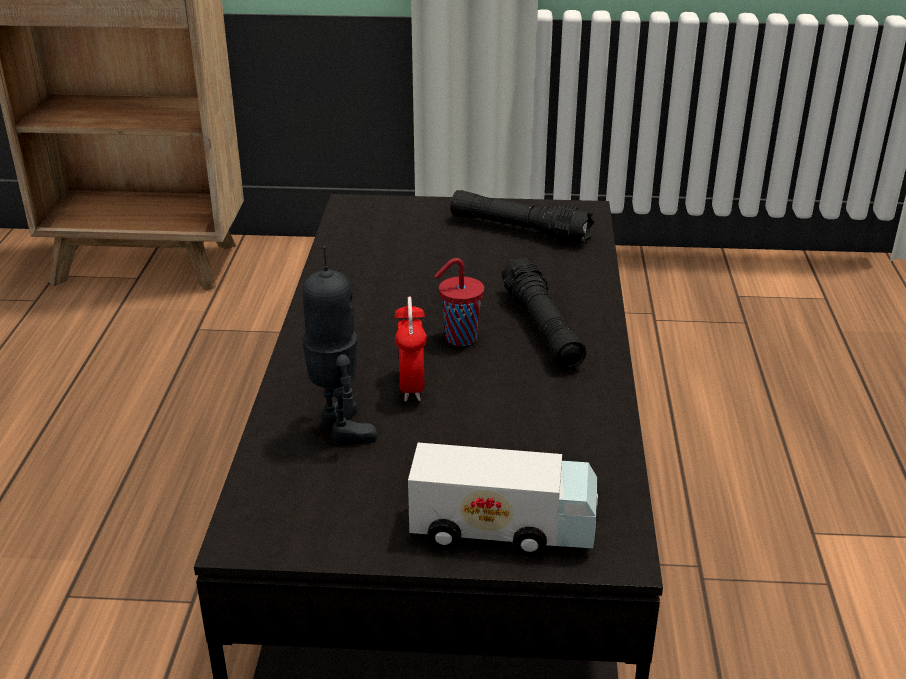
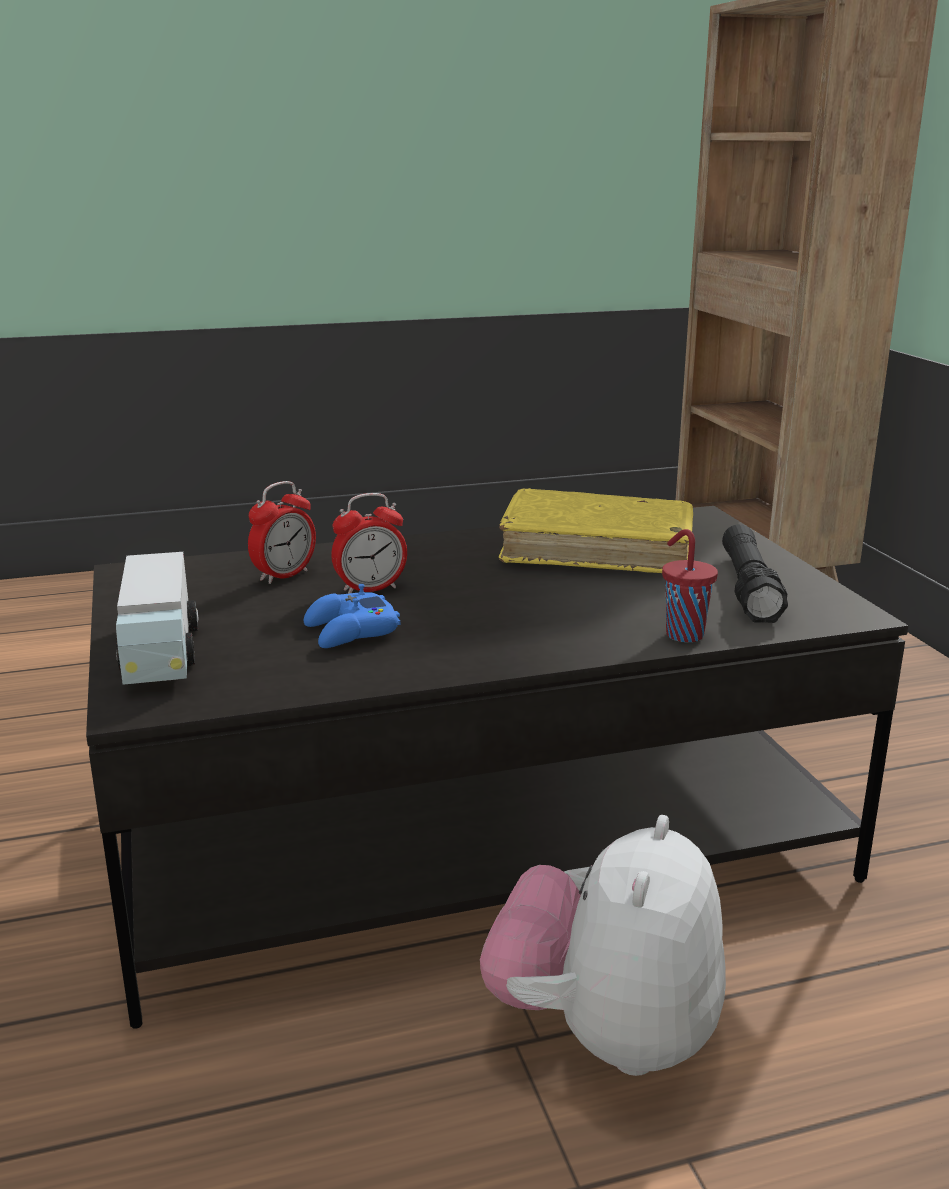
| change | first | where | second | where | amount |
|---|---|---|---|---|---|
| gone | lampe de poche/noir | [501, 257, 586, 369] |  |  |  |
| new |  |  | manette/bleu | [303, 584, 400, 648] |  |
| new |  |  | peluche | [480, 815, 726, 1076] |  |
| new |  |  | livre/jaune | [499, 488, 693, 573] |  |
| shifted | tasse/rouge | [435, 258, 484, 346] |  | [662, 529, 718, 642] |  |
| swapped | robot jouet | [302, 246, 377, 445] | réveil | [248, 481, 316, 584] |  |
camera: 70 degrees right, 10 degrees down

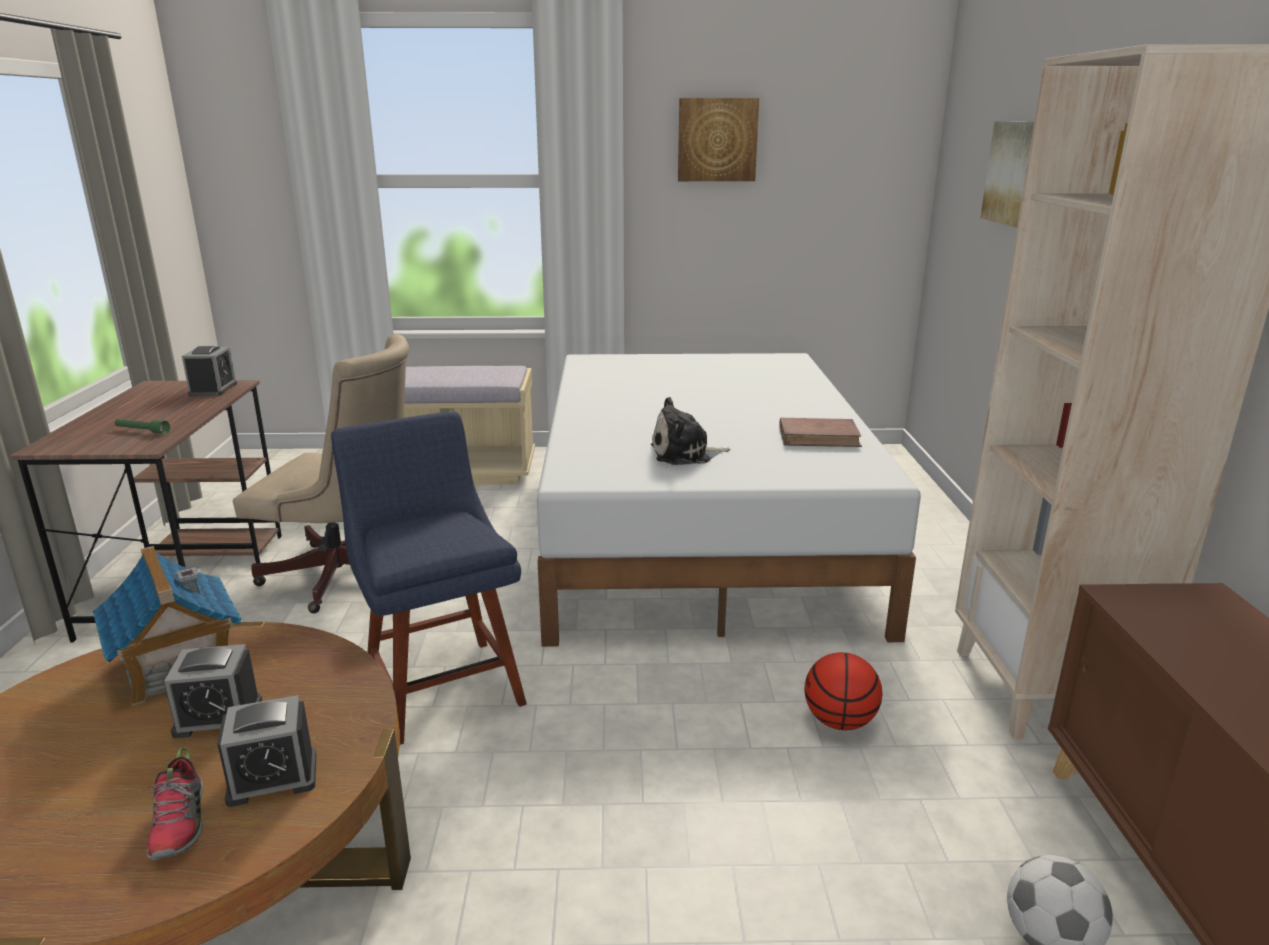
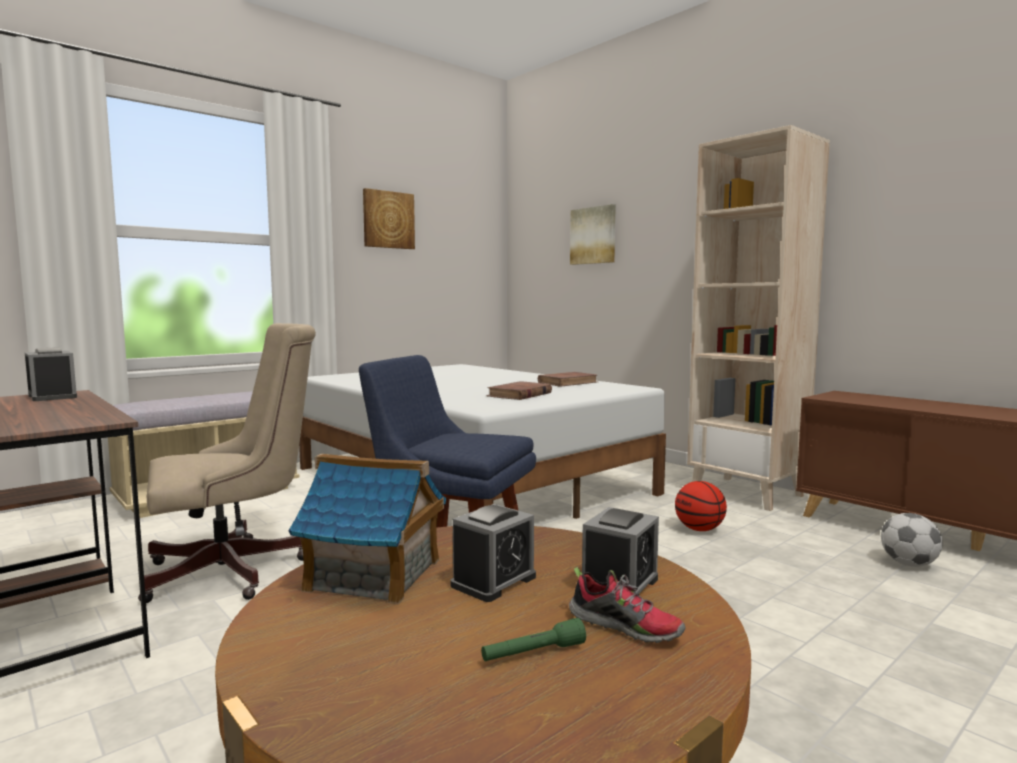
| change | first | where | second | where | amount |
|---|---|---|---|---|---|
| shifted | lampe de poche/vert | [115, 419, 170, 434] |  | [481, 618, 586, 661] |  |
| swapped | peluche | [651, 397, 730, 465] | livre/marron | [486, 381, 552, 400] |  |
camera: 40 degrees left, 15 degrees down

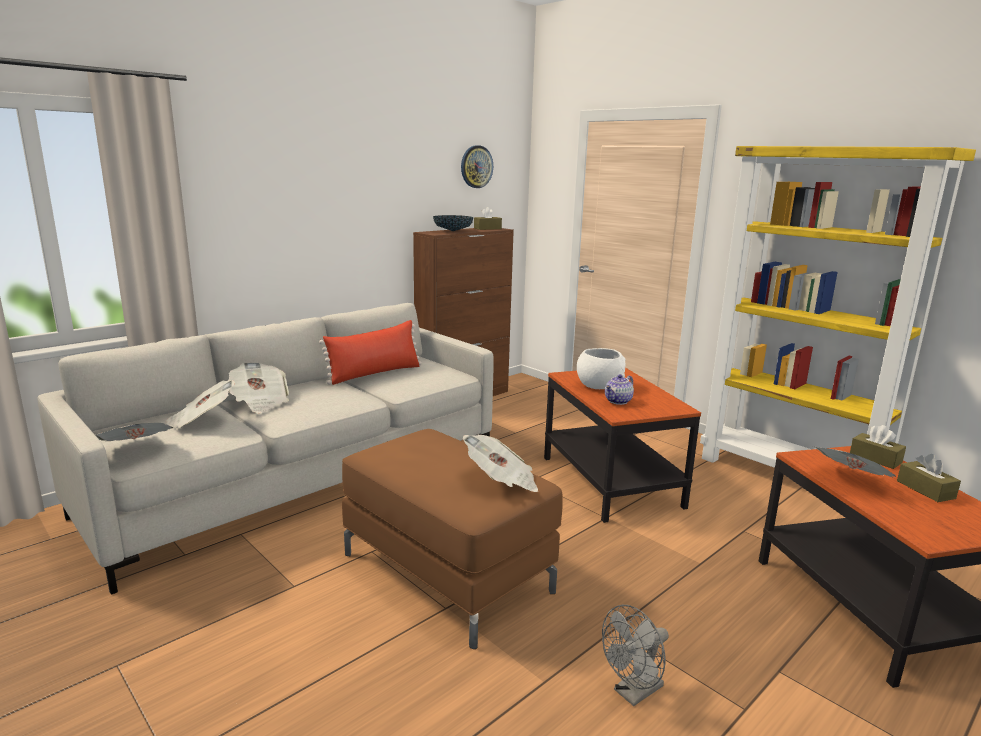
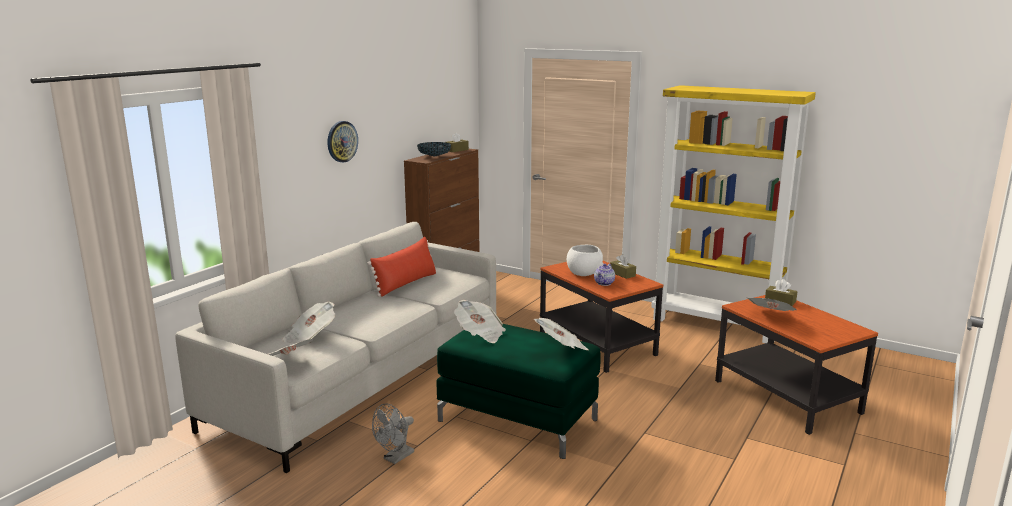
| change | first | where | second | where | amount |
|---|---|---|---|---|---|
| shifted | journal | [228, 363, 289, 413] |  | [454, 300, 506, 343] |  |
| shifted | horloge murale | [461, 145, 493, 188] |  | [327, 121, 358, 162] |  |
| shifted | ventilateur/gris | [602, 605, 669, 706] |  | [372, 403, 414, 464] |  |
| shifted | boîte à mouchoirs/marron | [897, 454, 961, 502] |  | [610, 254, 636, 279] |  |
| repainted | pouf/marron | [342, 429, 563, 649] | pouf/vert | [437, 324, 601, 459] |  |
camera: 15 degrees left, 0 degrees up

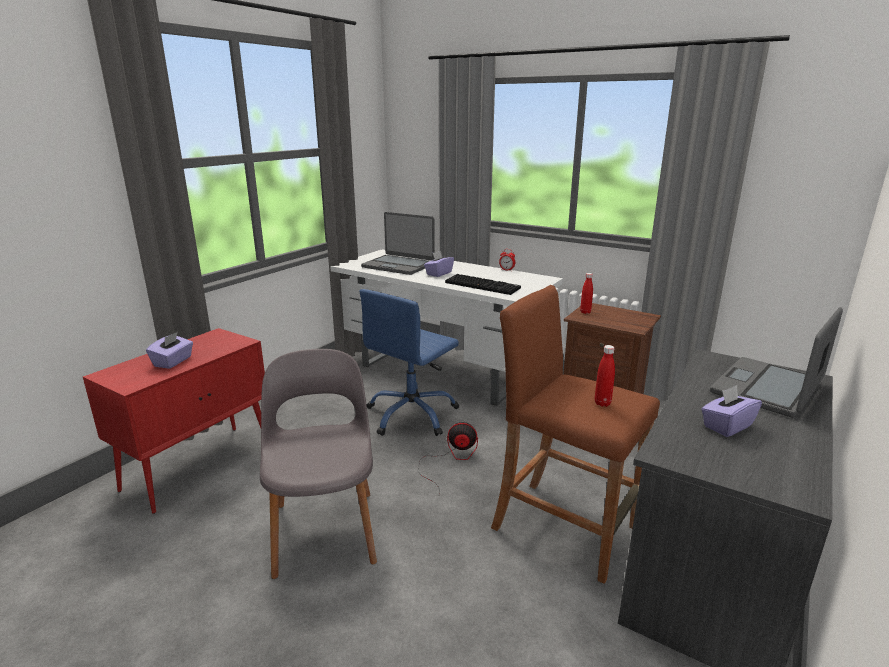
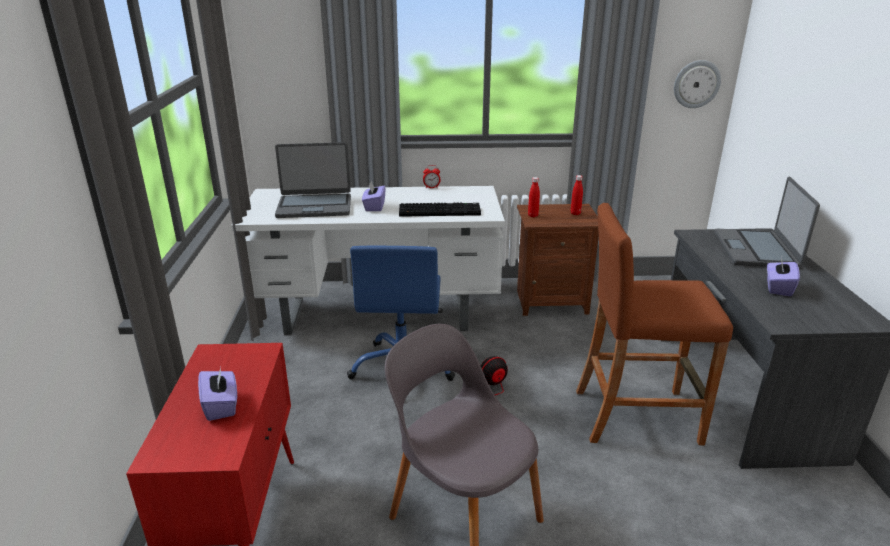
| change | first | where | second | where | amount |
|---|---|---|---|---|---|
| new |  |  | horloge murale | [674, 60, 721, 108] |  |
| shifted | bouteille/rouge | [595, 345, 615, 407] |  | [571, 175, 583, 215] |  |
camera: 35 degrees left, 5 degrees up

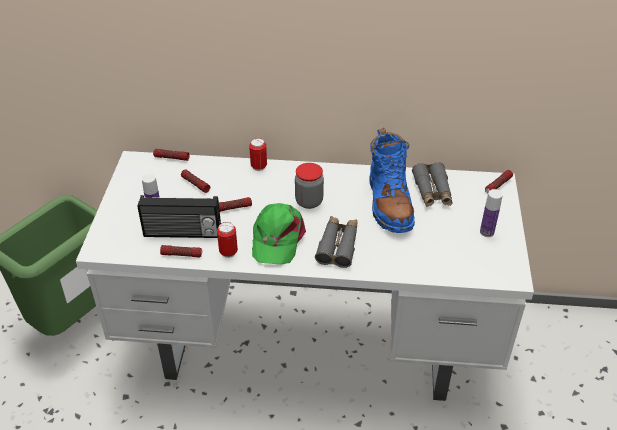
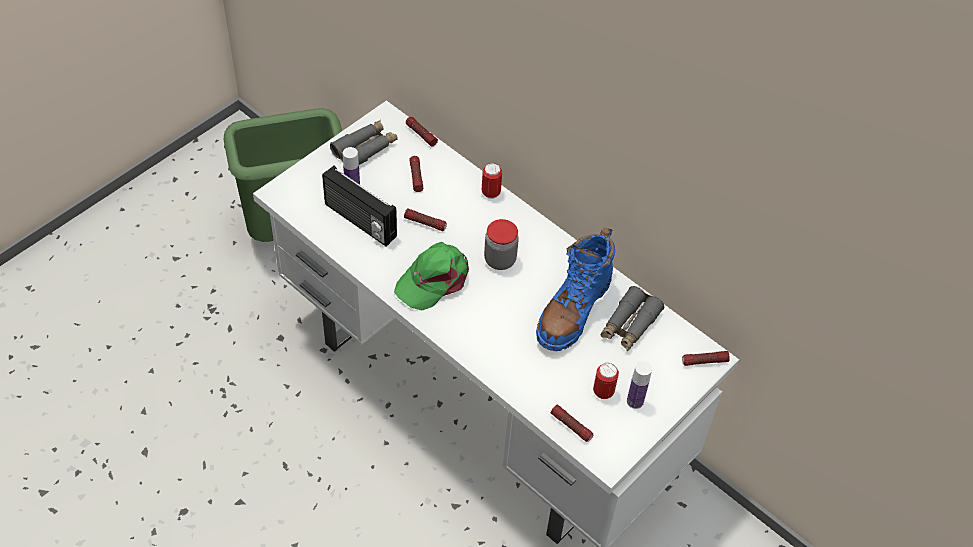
| change | first | where | second | where | amount |
|---|---|---|---|---|---|
| shifted | lampe de poche | [160, 245, 202, 258] |  | [551, 404, 593, 442] |  |
| shifted | boîte métallique | [217, 222, 238, 258] |  | [593, 363, 619, 399] |  |
| shifted | jumelles/gris | [315, 216, 358, 268] |  | [330, 120, 398, 165] |  |
camera: 35 degrees right, 10 degrees up

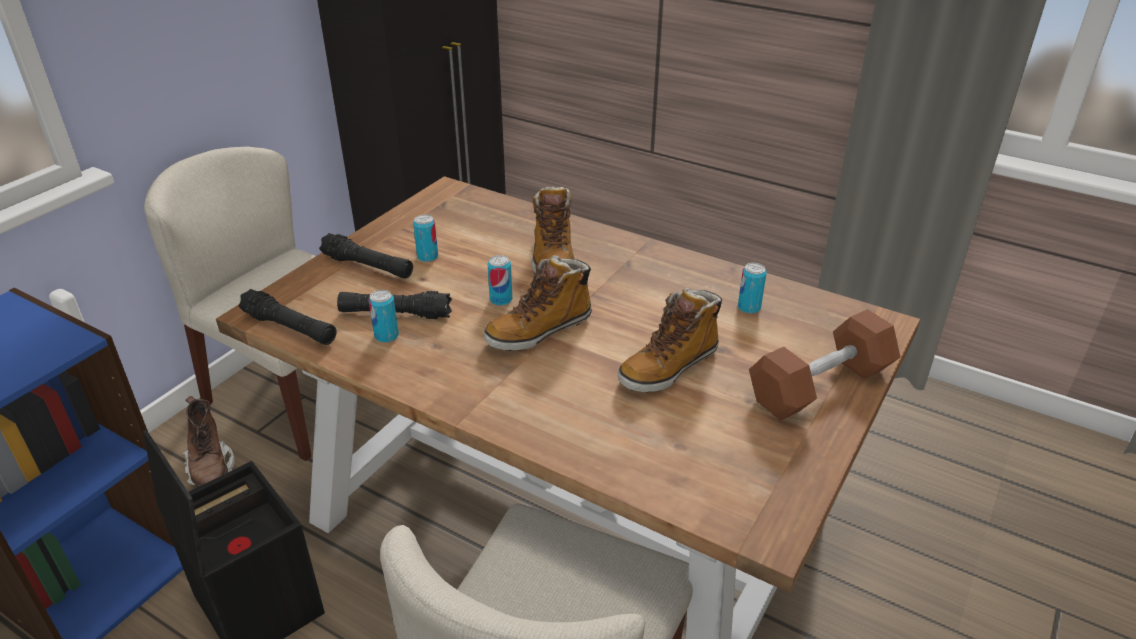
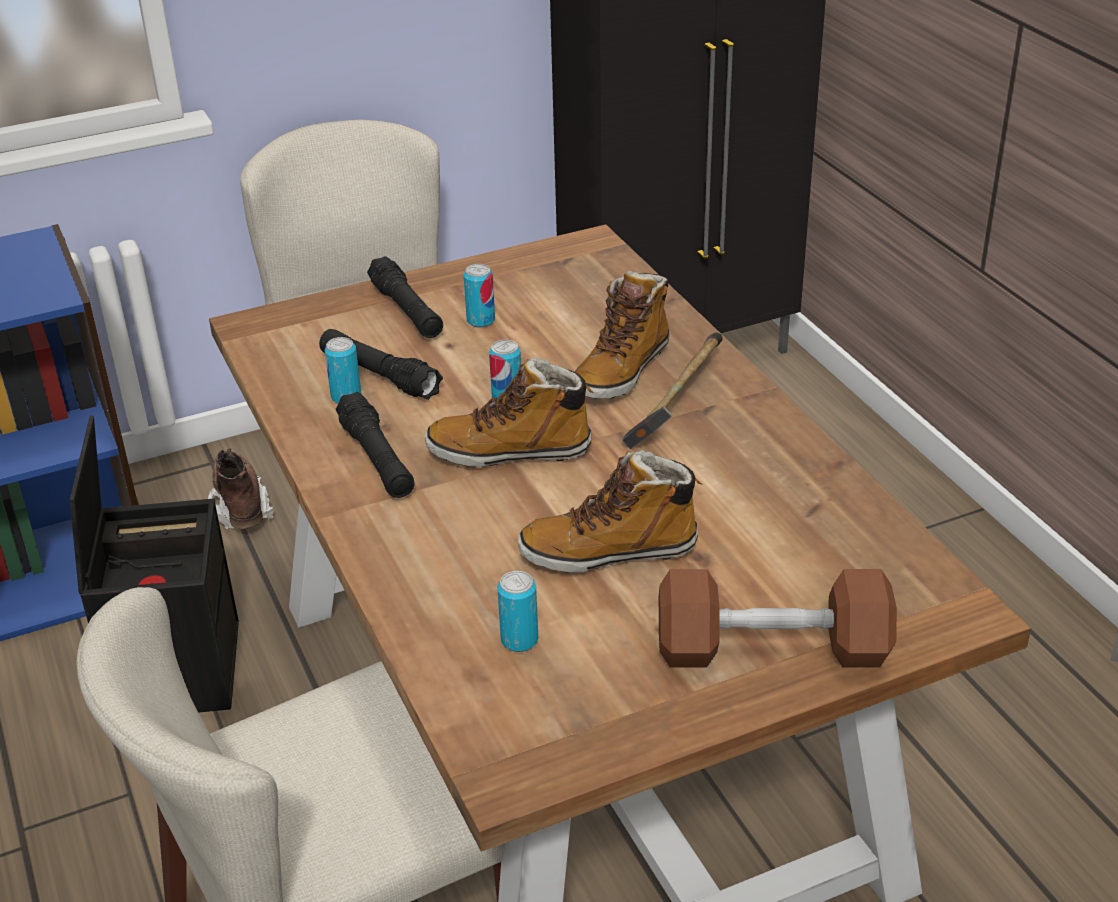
| change | first | where | second | where | amount |
|---|---|---|---|---|---|
| new |  |  | marteau | [622, 333, 723, 449] |  |
| shifted | lampe de poche/noir | [238, 289, 337, 345] |  | [336, 392, 415, 498] |  |
| shifted | boîte métallique | [738, 263, 767, 314] |  | [497, 571, 538, 652] |  |
| rotated | botte/marron | [183, 396, 235, 487] |  | [208, 448, 274, 529] | 150 degrees clockwise |
camera: 35 degrees right, 0 degrees up

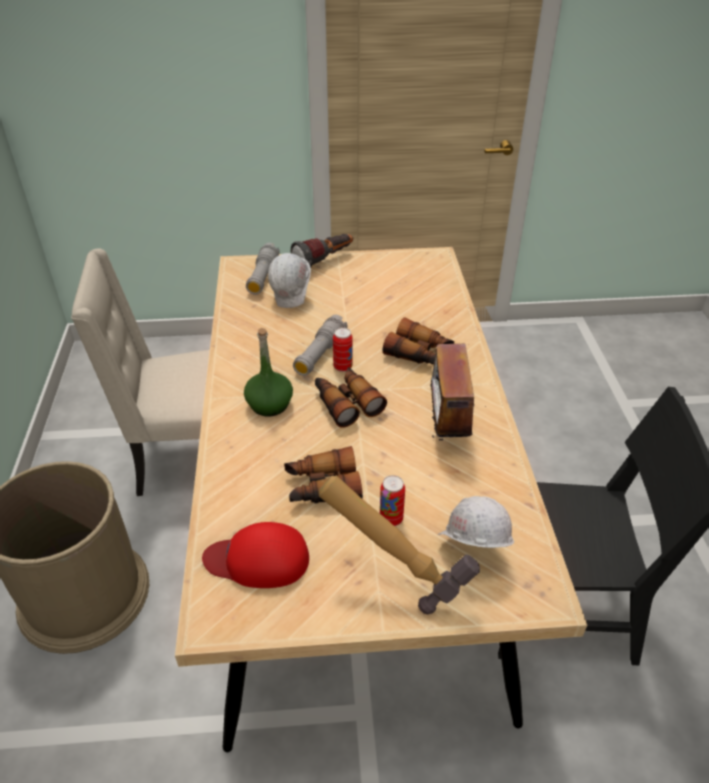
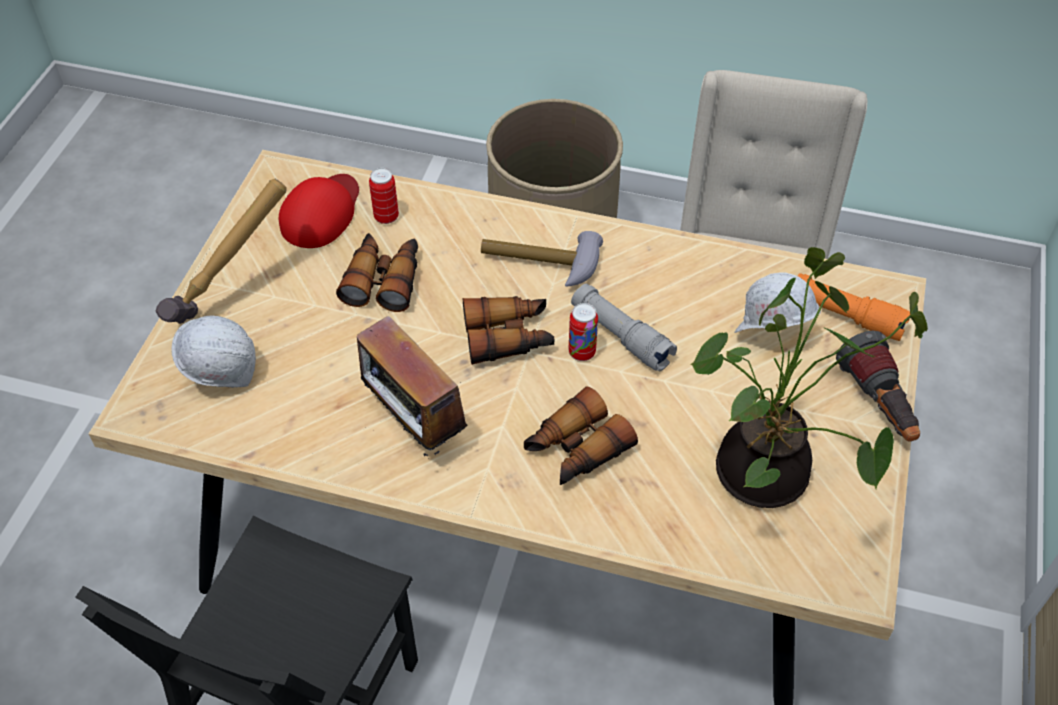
| change | first | where | second | where | amount |
|---|---|---|---|---|---|
| new |  |  | plante en pot | [690, 247, 928, 508] |  |
| shifted | boîte métallique | [380, 475, 405, 526] |  | [369, 168, 399, 224] |  |
| swapped | bouteille/vert | [244, 328, 293, 416] | marteau | [481, 231, 603, 286] |  |
| repainted | lampe de poche/gris | [246, 243, 280, 295] | lampe de poche/orange | [798, 273, 910, 341] |  |
| rotated | radio | [411, 338, 474, 440] |  | [357, 309, 467, 456] | 150 degrees counterclockwise |
camera: 110 degrees right, 10 degrees up

